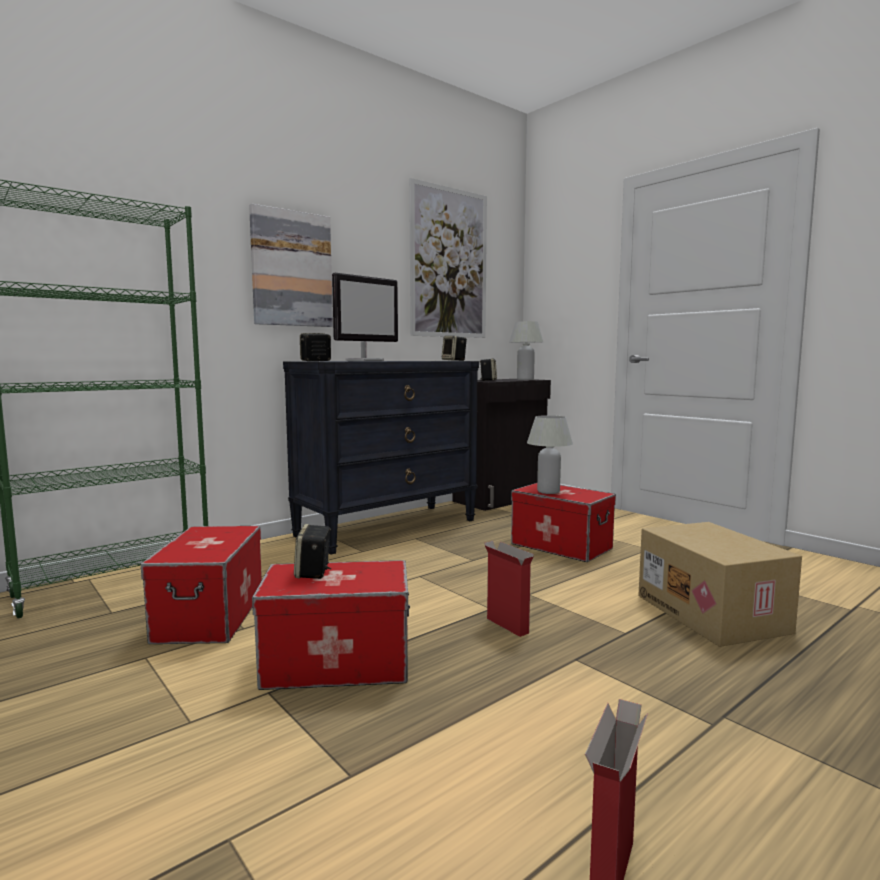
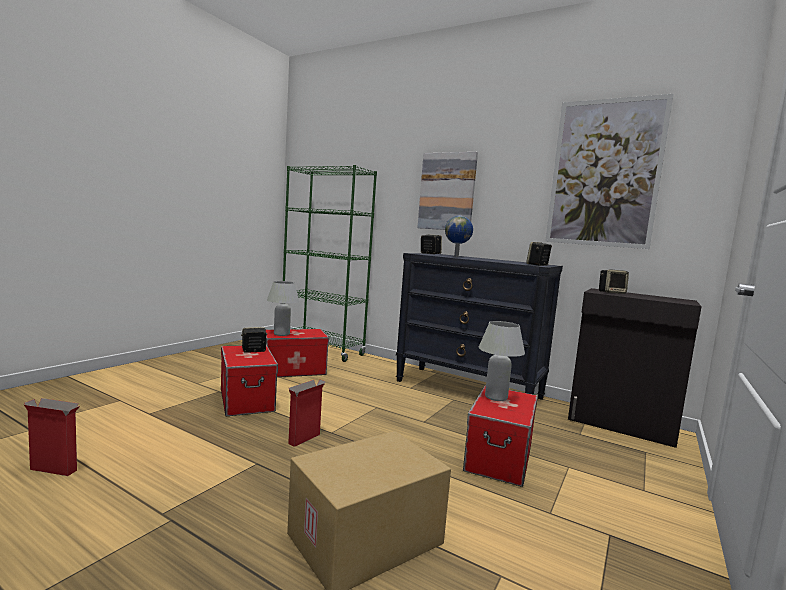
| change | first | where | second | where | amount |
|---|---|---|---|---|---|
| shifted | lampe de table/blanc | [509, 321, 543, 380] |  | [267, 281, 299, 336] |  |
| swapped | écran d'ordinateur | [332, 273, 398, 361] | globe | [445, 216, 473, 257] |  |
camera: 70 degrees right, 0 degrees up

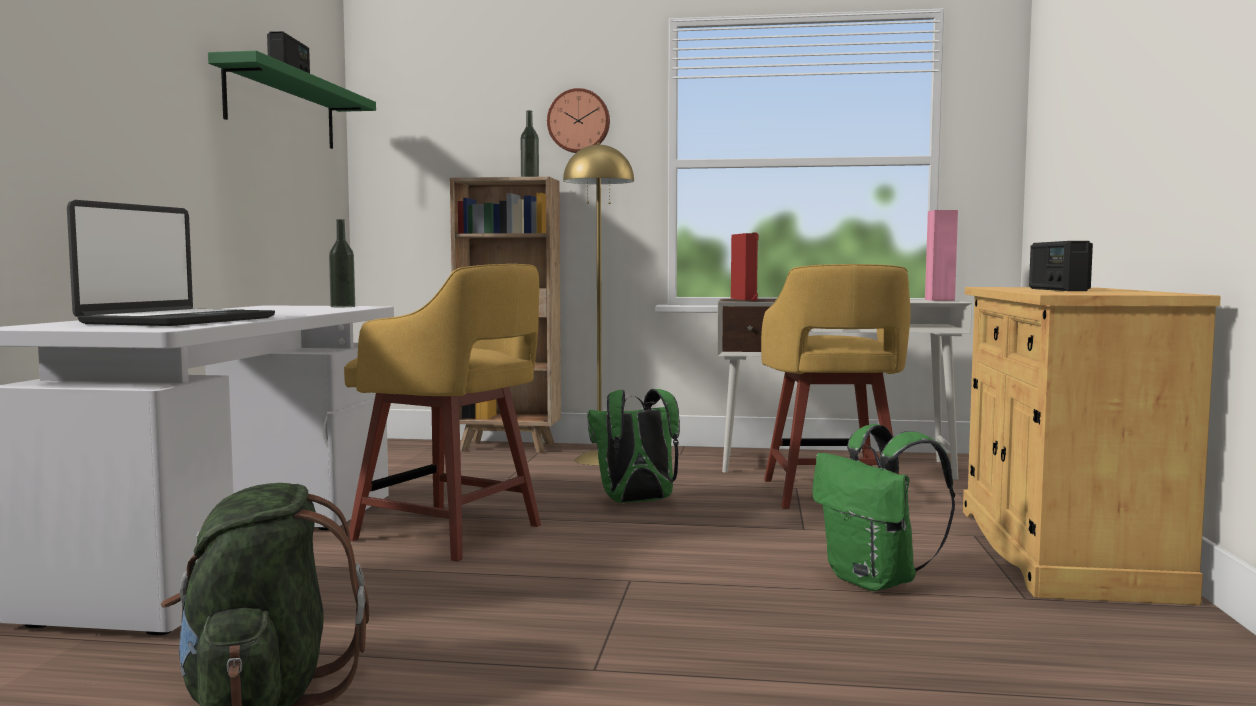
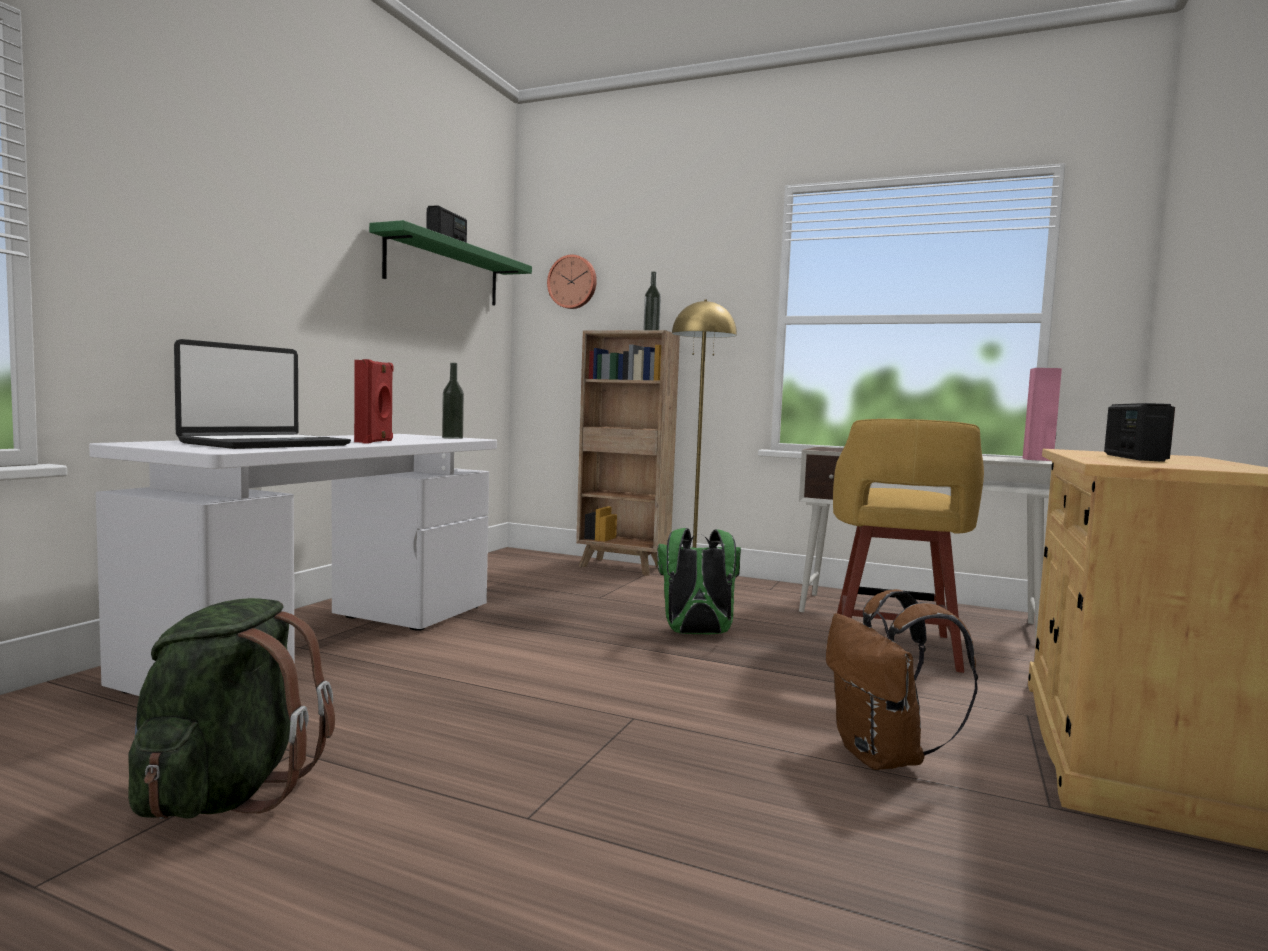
| change | first | where | second | where | amount |
|---|---|---|---|---|---|
| gone | tabouret/jaune | [344, 264, 541, 561] |  |  |  |
| shifted | horloge murale | [547, 88, 610, 153] |  | [547, 255, 597, 309] |  |
| shifted | enceinte/rouge | [731, 233, 759, 301] |  | [354, 359, 393, 444] |  |
| repainted | sac à dos/vert | [812, 424, 955, 591] | sac à dos/marron | [826, 589, 978, 770] |  |
camera: 15 degrees right, 0 degrees up

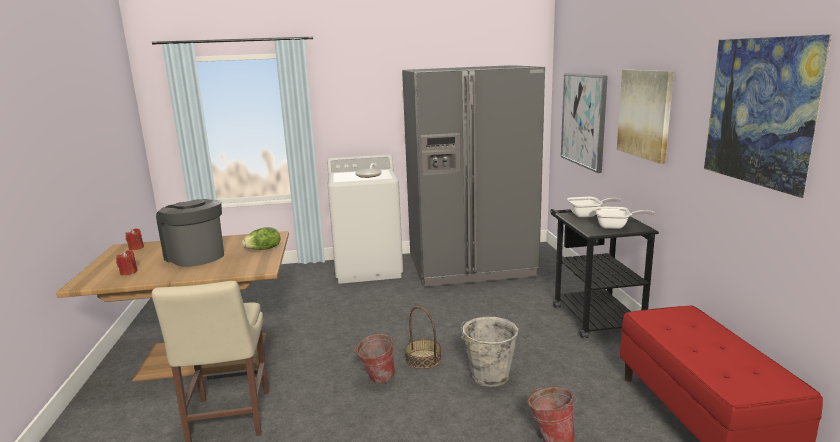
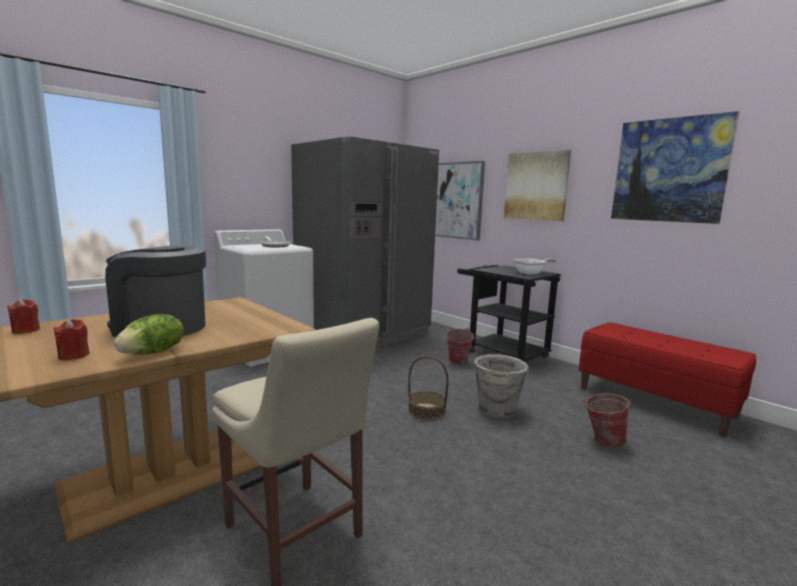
| change | first | where | second | where | amount |
|---|---|---|---|---|---|
| gone | poêle | [567, 197, 621, 217] |  |  |  |
| shifted | laitue | [242, 227, 280, 250] |  | [114, 314, 184, 355] |  |
| shifted | seau | [354, 333, 395, 384] |  | [445, 328, 474, 364] |  |
camera: 35 degrees left, 5 degrees down

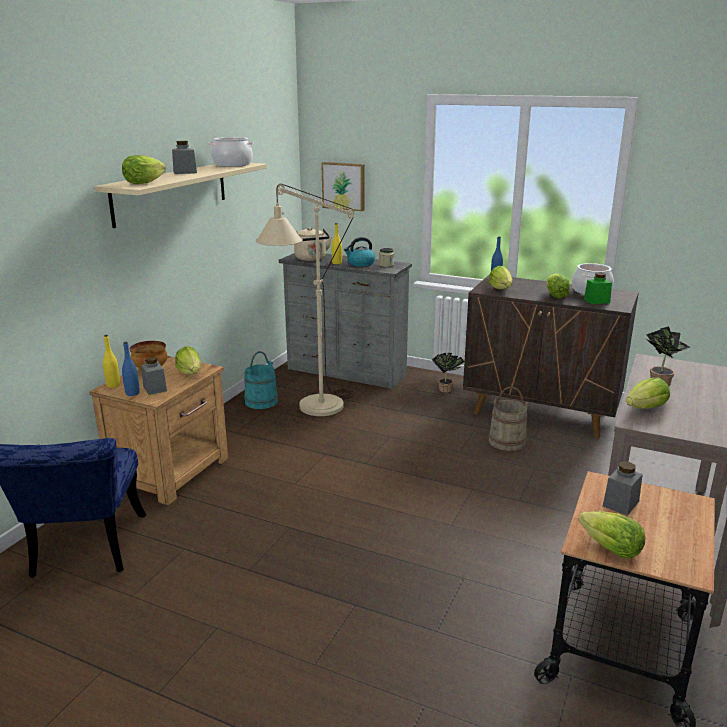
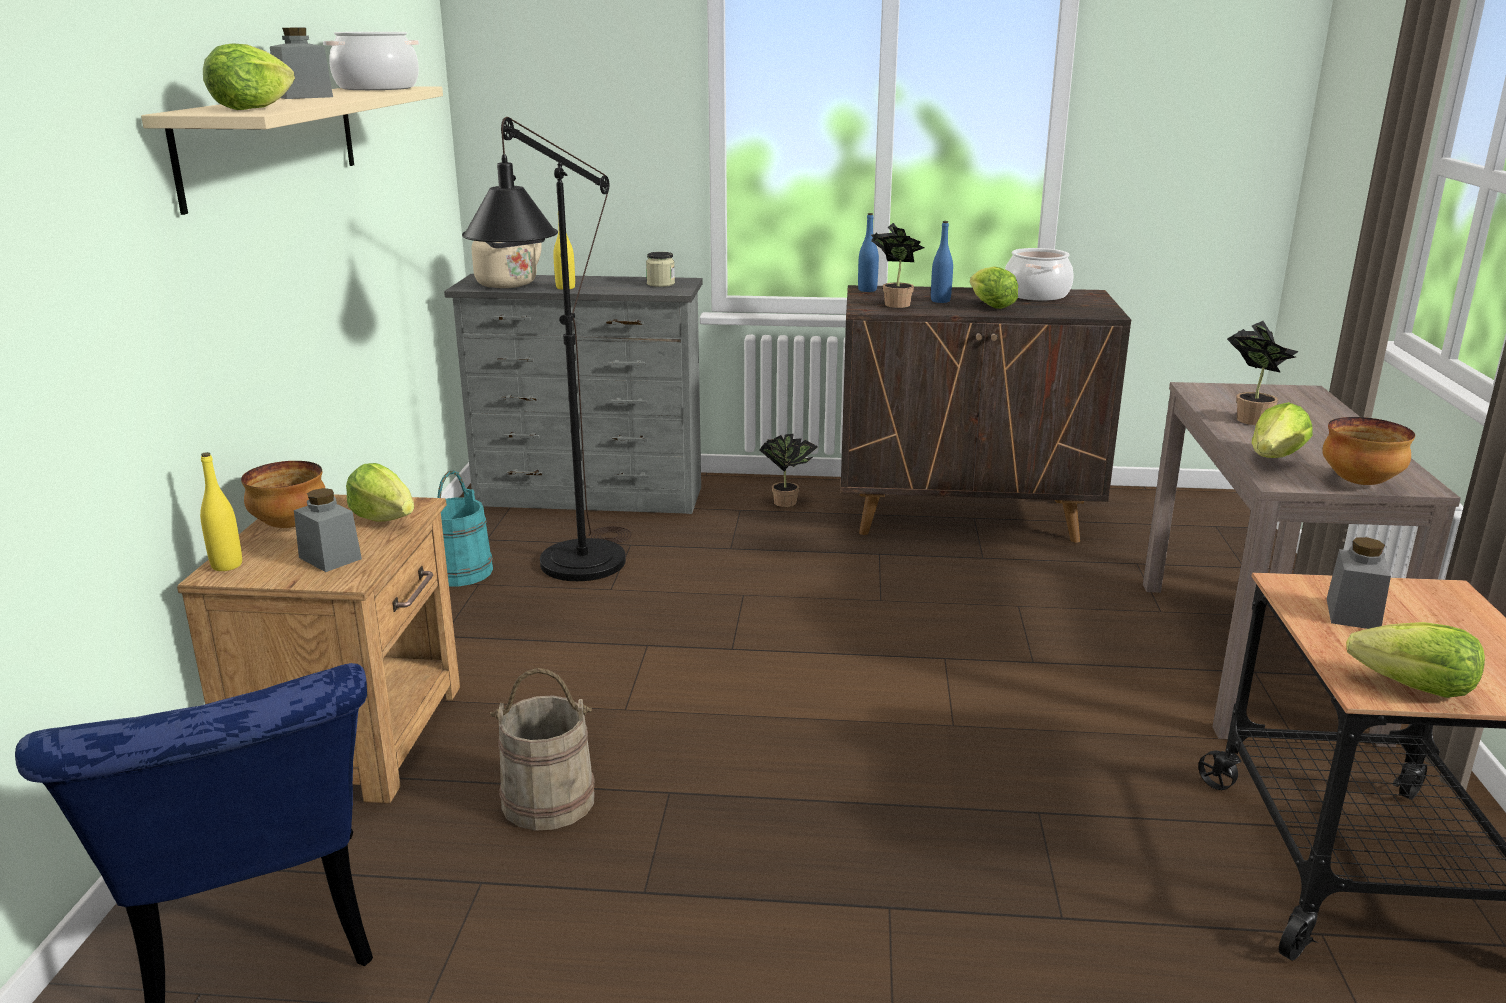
| change | first | where | second | where | amount |
|---|---|---|---|---|---|
| gone | tableau | [321, 162, 365, 211] |  |  |  |
| gone | bouilloire | [344, 237, 375, 267] |  |  |  |
| gone | bocal/vert | [584, 273, 612, 304] |  |  |  |
| new |  |  | bol | [1322, 417, 1415, 485] |  |
| shifted | bouteille/bleu | [122, 342, 140, 396] |  | [931, 221, 953, 303] |  |
| shifted | seau/beige | [489, 386, 531, 451] |  | [490, 668, 595, 831] |  |
| swapped | laitue | [489, 266, 512, 289] | plante en pot | [871, 223, 925, 308] |  |
| repainted | lampadaire/beige | [255, 184, 355, 416] | lampadaire/noir | [462, 117, 632, 581] |  |
camera: 20 degrees left, 0 degrees up

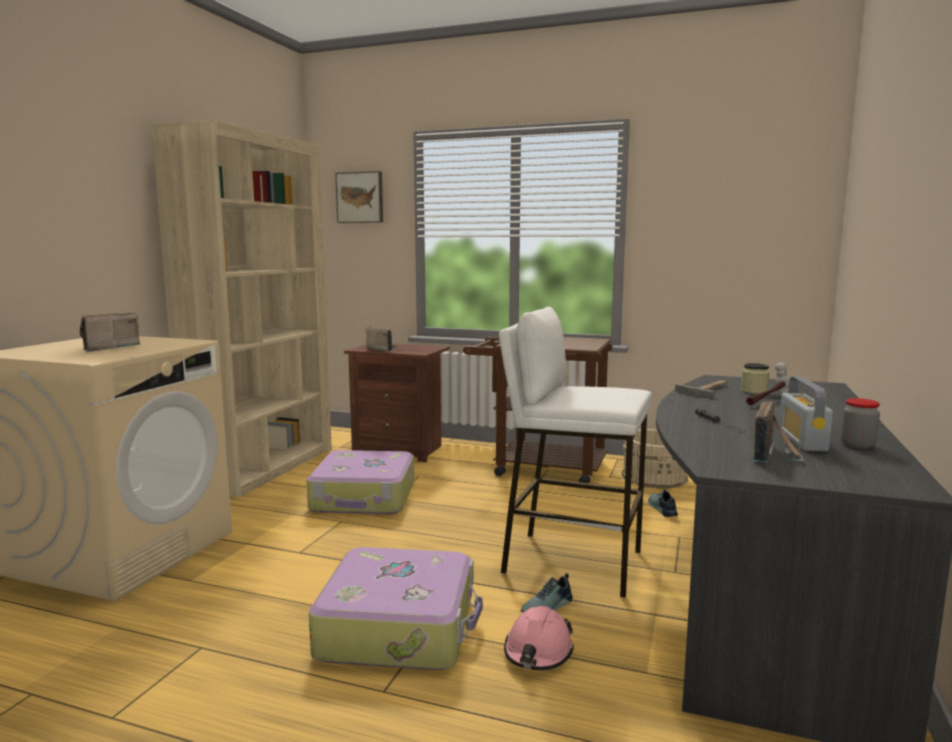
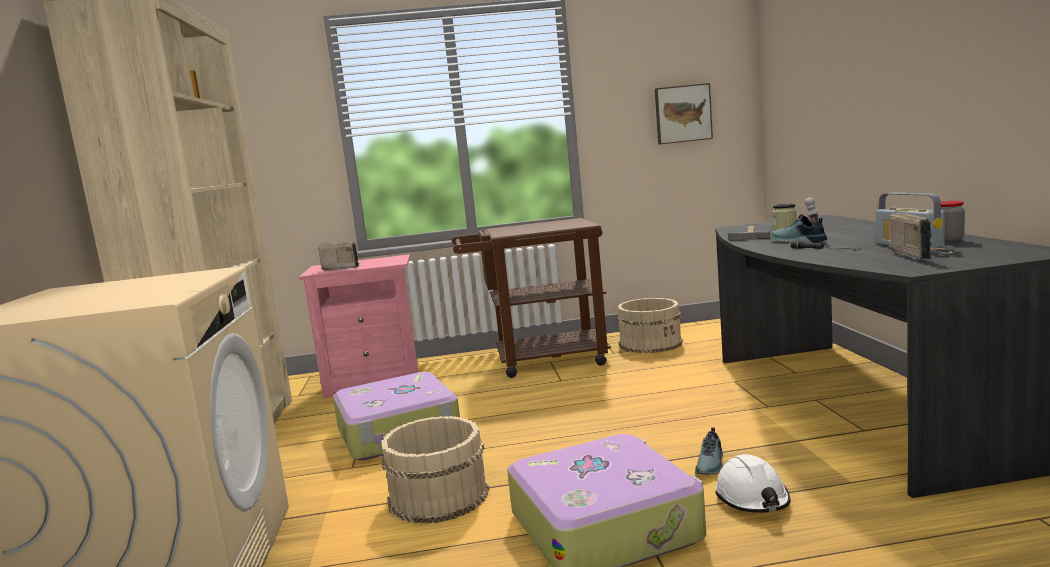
| change | first | where | second | where | amount |
|---|---|---|---|---|---|
| gone | radio | [80, 313, 140, 352] |  |  |  |
| gone | tabouret/blanc | [499, 307, 652, 598] |  |  |  |
| new |  |  | seau/beige | [381, 416, 489, 524] |  |
| shifted | tableau | [335, 171, 383, 223] |  | [655, 83, 713, 144] |  |
| shifted | chaussure | [648, 490, 678, 517] |  | [771, 214, 827, 243] |  |
| repainted | table de chevet/marron | [344, 343, 450, 462] | table de chevet/rose | [299, 254, 418, 398] |  |
| repainted | casque de chantier/rose | [504, 606, 574, 670] | casque de chantier/blanc | [716, 454, 791, 513] |  |
camera: 25 degrees left, 0 degrees up

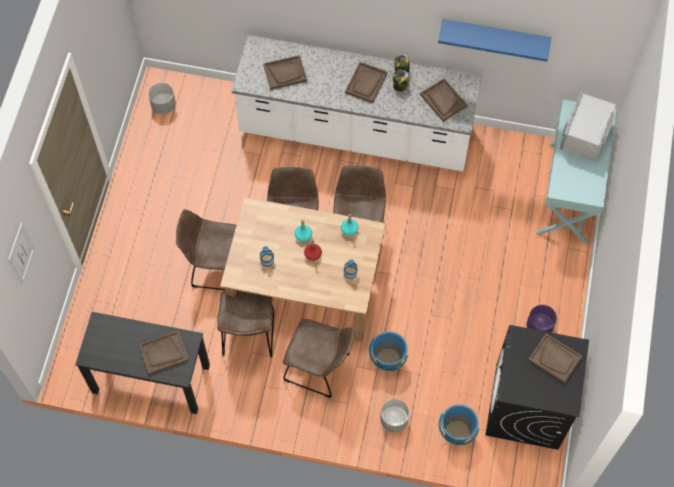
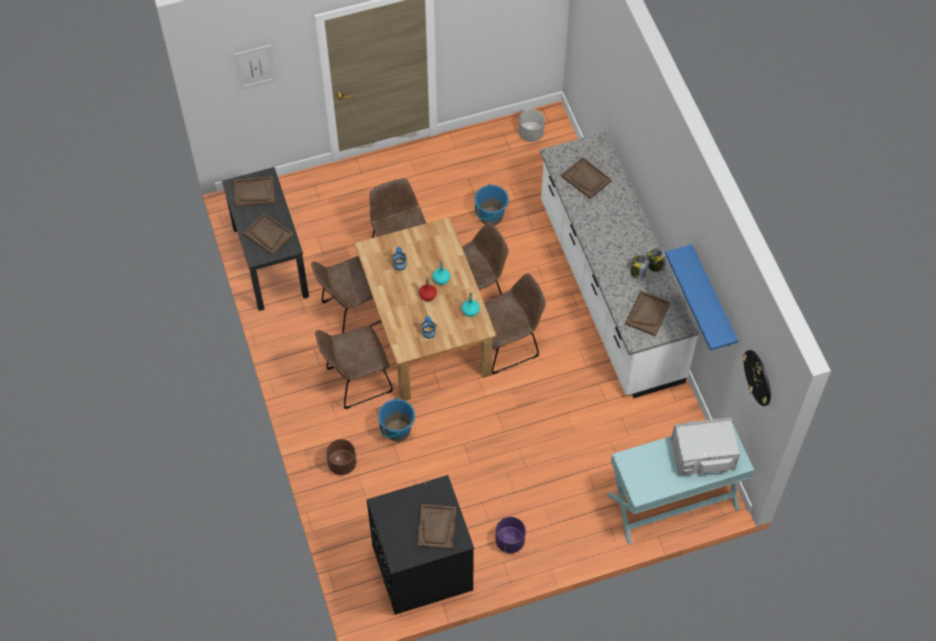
| change | first | where | second | where | amount |
|---|---|---|---|---|---|
| new |  |  | horloge murale | [742, 350, 771, 406] |  |
| shifted | plateau/marron | [345, 62, 387, 103] |  | [234, 176, 275, 207] |  |
| shifted | seau/bleu | [438, 405, 480, 445] |  | [475, 184, 509, 225] |  |
| repainted | cache-pot/gris | [380, 399, 410, 433] | cache-pot/marron | [326, 439, 356, 475] |  |
| rotated | chaise/marron | [283, 319, 355, 398] |  | [315, 326, 393, 409] | 75 degrees clockwise |
camera: 60 degrees right, 5 degrees down

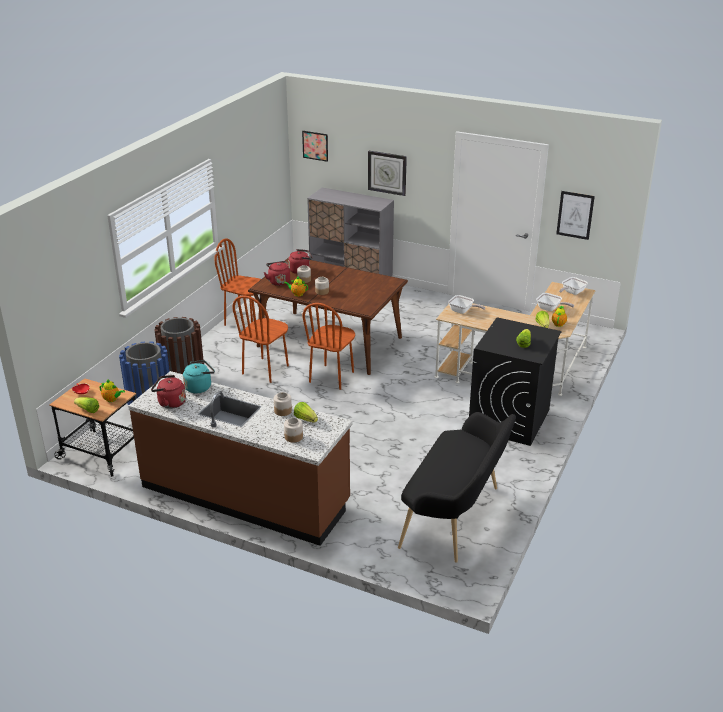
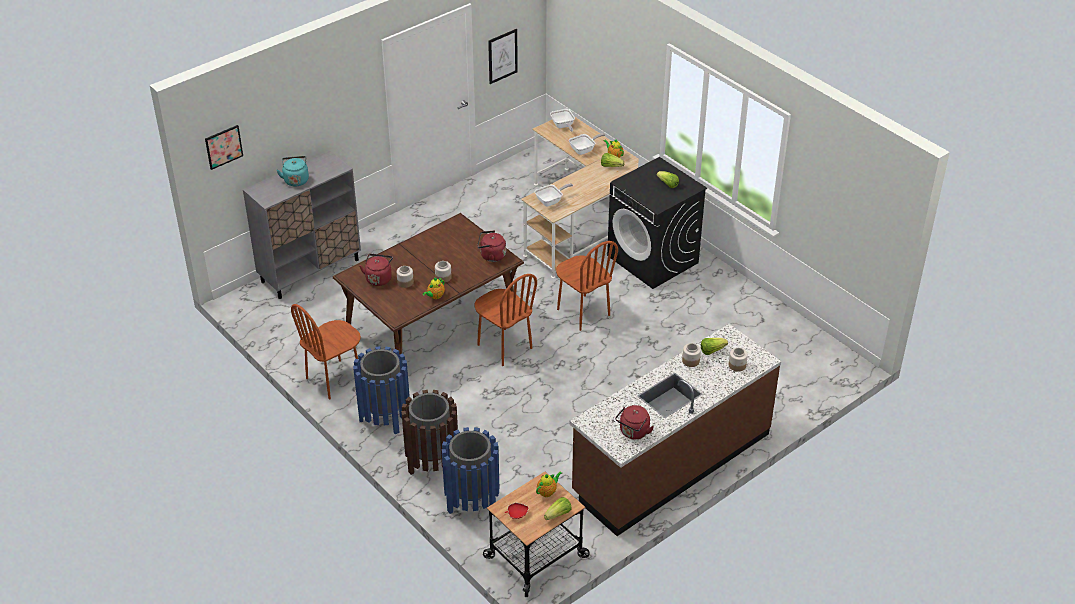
| change | first | where | second | where | amount |
|---|---|---|---|---|---|
| gone | horloge murale | [368, 151, 407, 196] |  |  |  |
| gone | banc/noir | [398, 412, 516, 562] |  |  |  |
| new |  |  | poubelle/bleu | [353, 346, 410, 434] |  |
| shifted | bouilloire/turquoise | [183, 360, 215, 393] |  | [276, 156, 309, 187] |  |
| shifted | chaise/marron | [232, 295, 289, 383] |  | [556, 241, 618, 331] |  |
| shifted | bouilloire/rouge | [264, 261, 290, 286] |  | [477, 230, 506, 262] |  |
camera: 65 degrees left, 10 degrees up

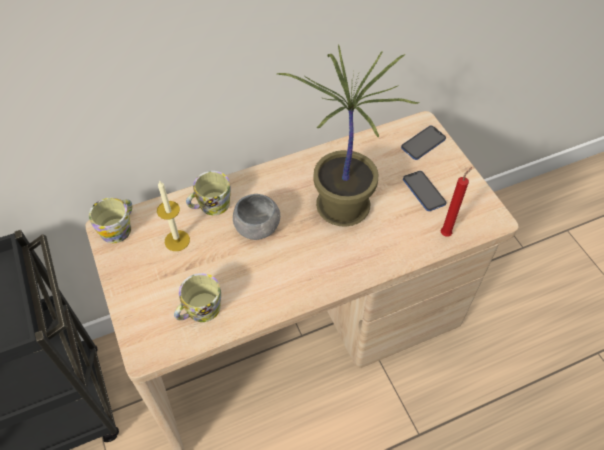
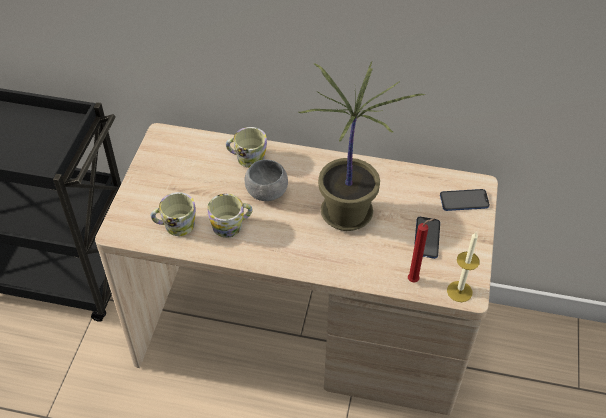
| change | first | where | second | where | amount |
|---|---|---|---|---|---|
| shifted | mug | [89, 198, 132, 243] |  | [208, 194, 252, 238] |  |
| shifted | bougie | [157, 180, 190, 251] |  | [447, 232, 480, 302] |  |
camera: 35 degrees right, 5 degrees down

